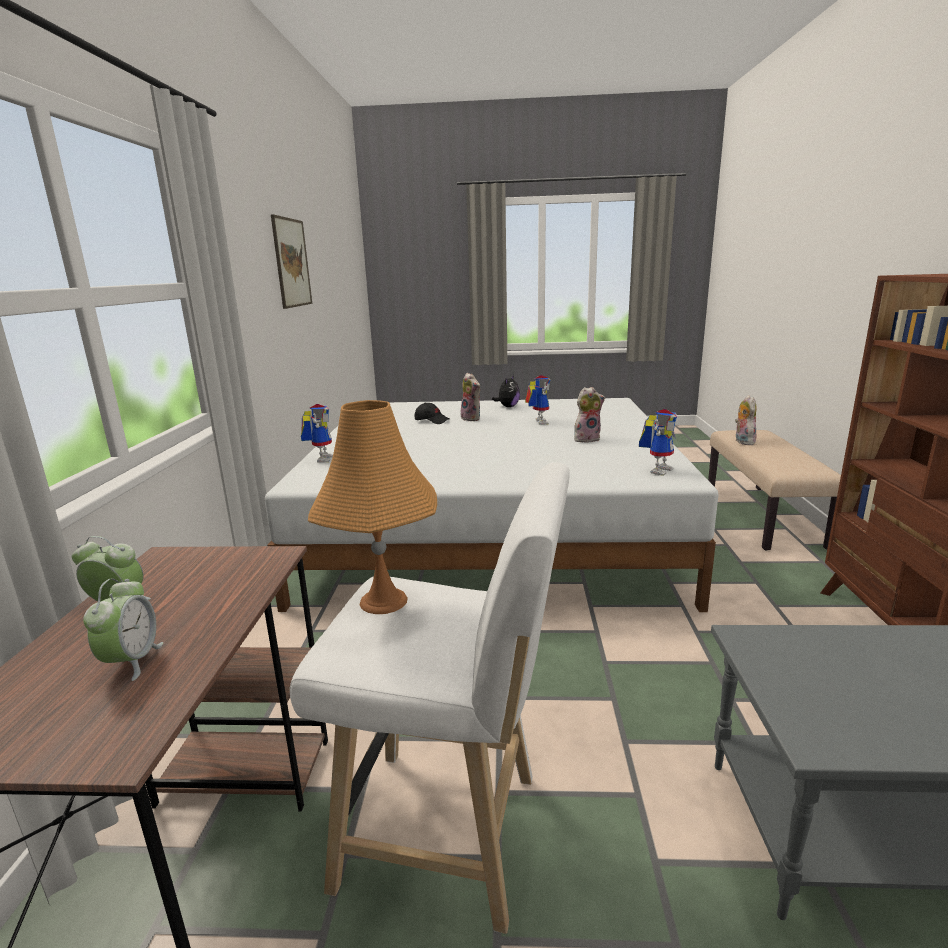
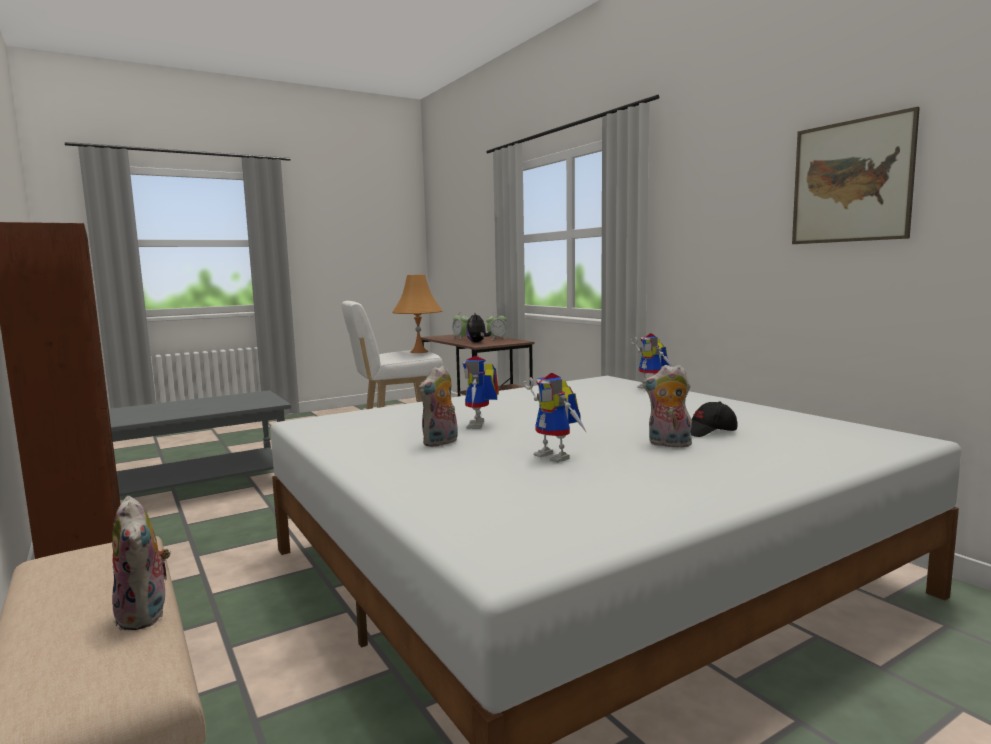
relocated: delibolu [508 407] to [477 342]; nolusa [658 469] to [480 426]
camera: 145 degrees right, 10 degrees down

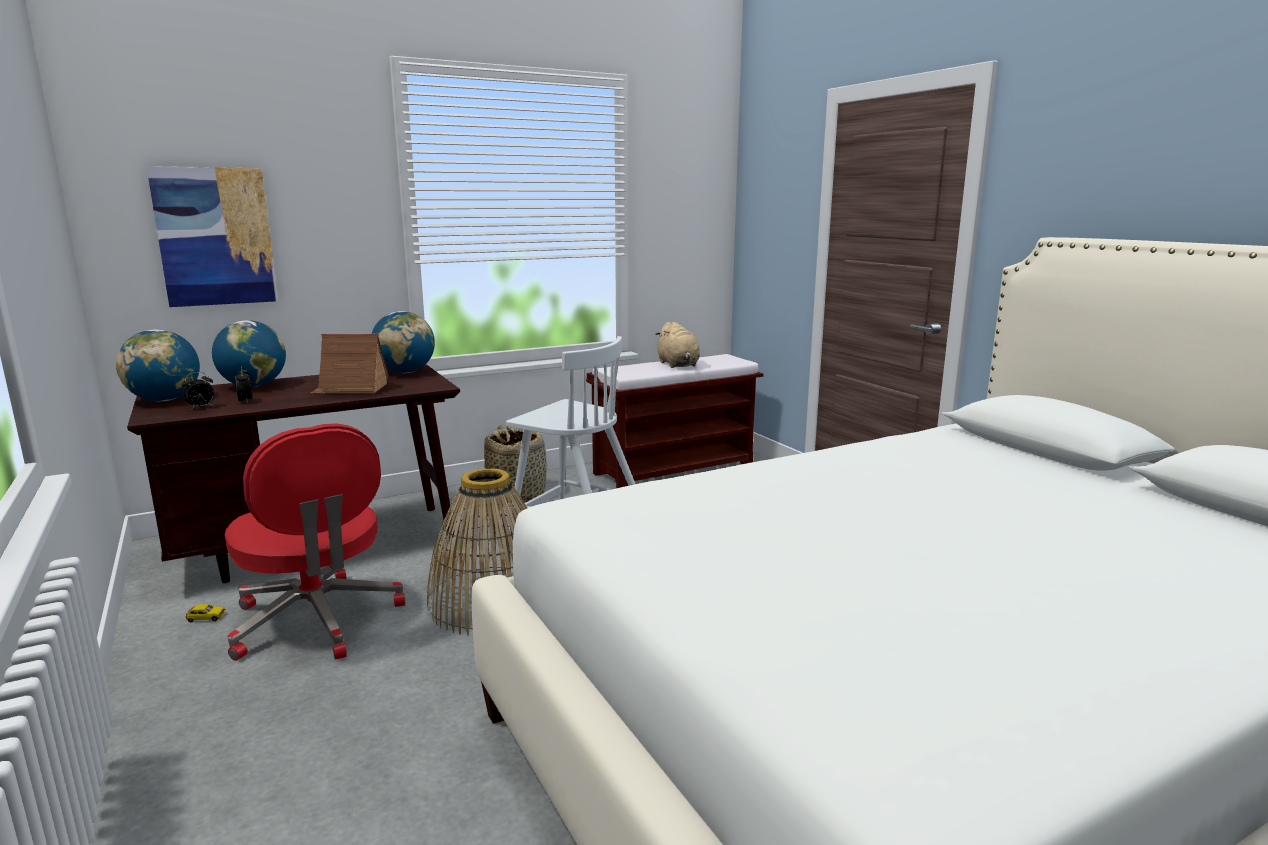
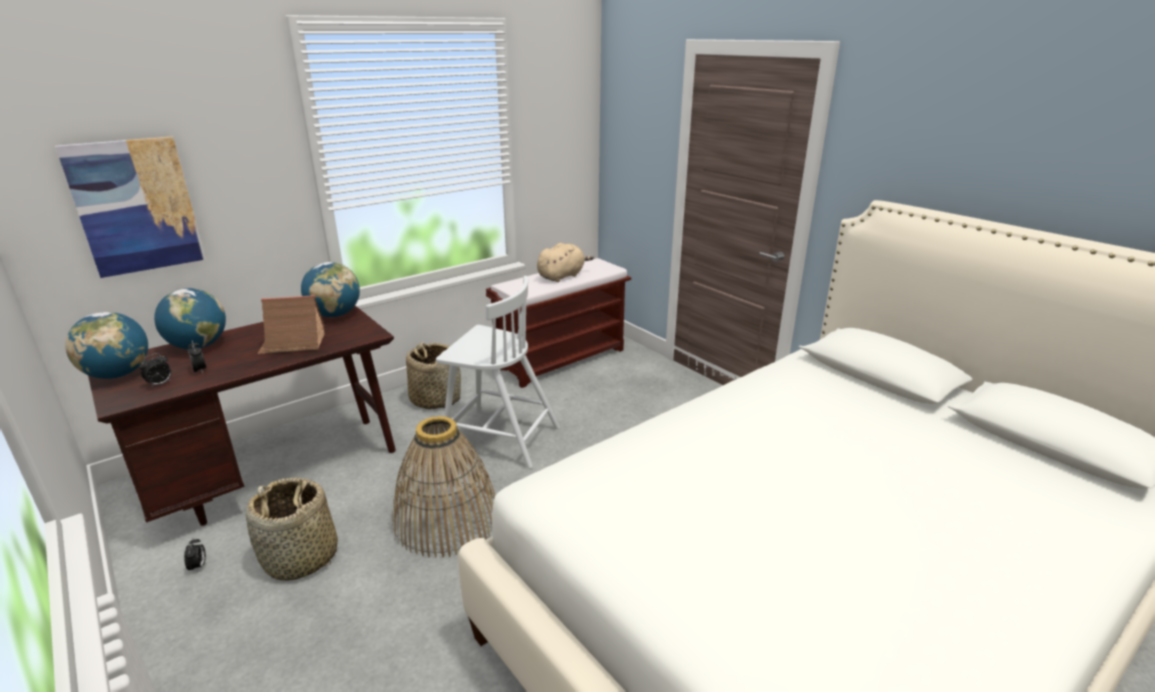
exchanged: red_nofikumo [317 621] to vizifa [301 558]; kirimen [206 617] to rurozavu [198 566]
spun: beige_delibolu [678 365] = [562 276] 105 degrees counterclockwise
camera: 10 degrees left, 10 degrees up

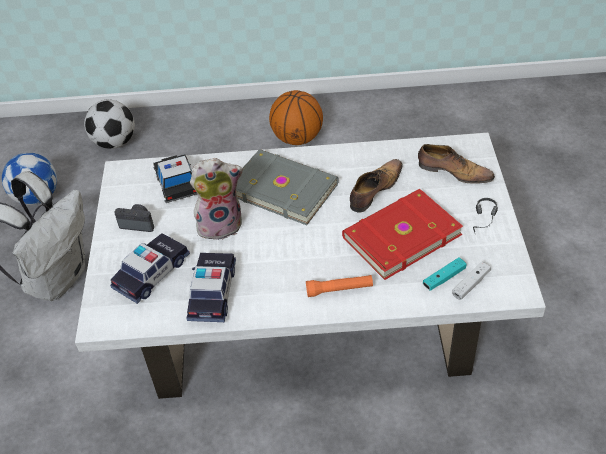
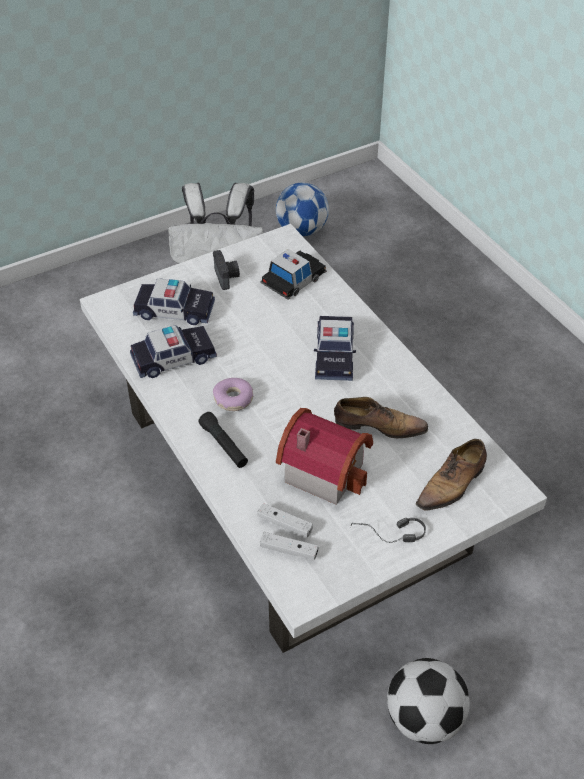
missing: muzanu [297 138]; delibolu [221 224]
appeared: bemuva [233 399]
relocated: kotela [115 142] to [424 718]
exchanged: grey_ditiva [283 188] to kirimen [334 355]; red_ditiva [400 235] to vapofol [324 468]
colour: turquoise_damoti [444 278] to white_damoti [285 524]; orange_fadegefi [339 290] to black_fadegefi [224 445]
spun: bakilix [453 172] = [452 484] 45 degrees clockwise
camera: 60 degrees right, 0 degrees up

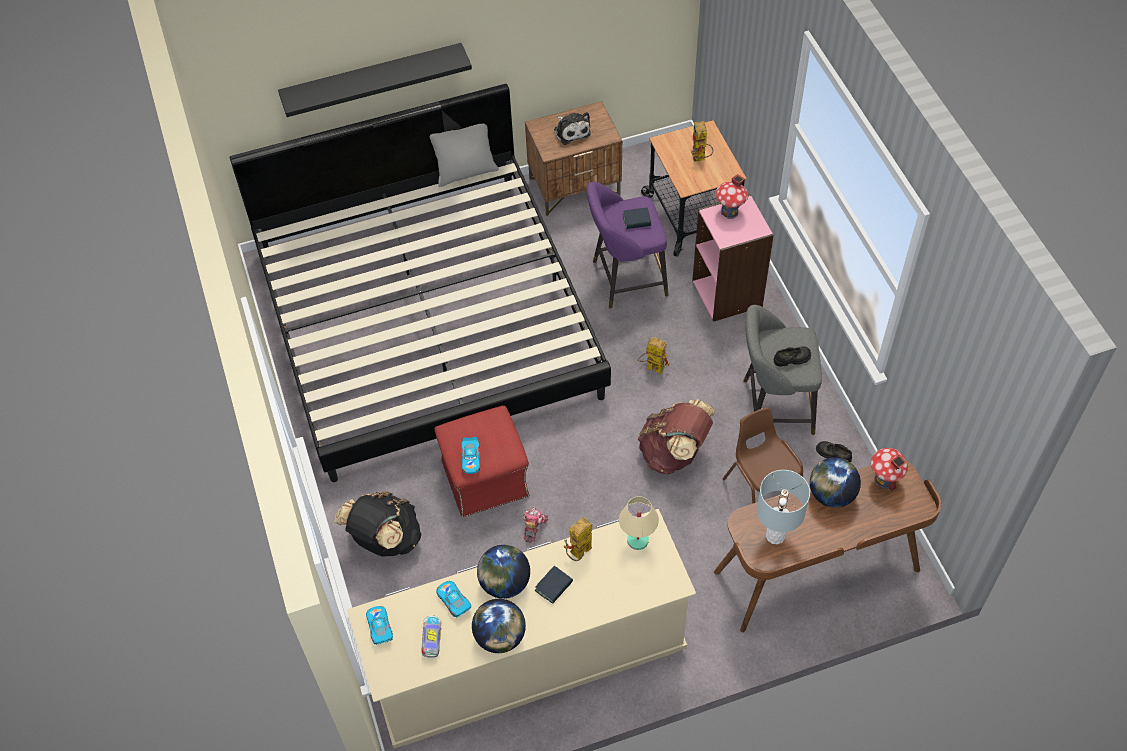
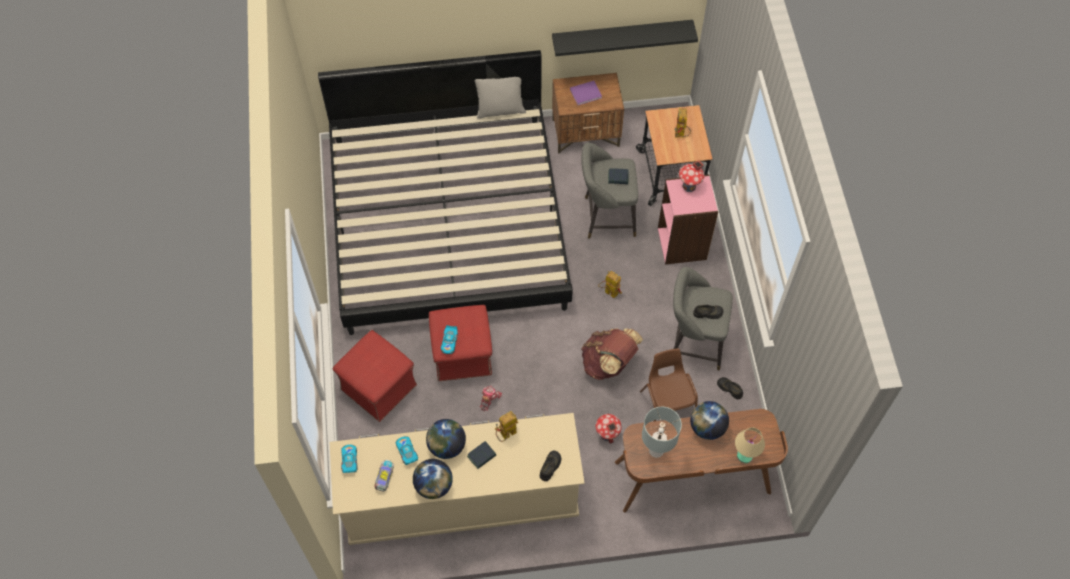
appeared: black_bakilix [550 467]
relocated: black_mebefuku [373 78] to [622 35]; vapofol [884 480] to [607 435]; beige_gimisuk [637 540] to [744 455]
exchanged: delibolu [571 131] to purple_ditiva [586 93]; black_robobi [385 540] to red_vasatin [378 387]
colour: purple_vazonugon [625 279] to grey_vazonugon [606 217]
camera: 10 degrees right, 5 degrees up

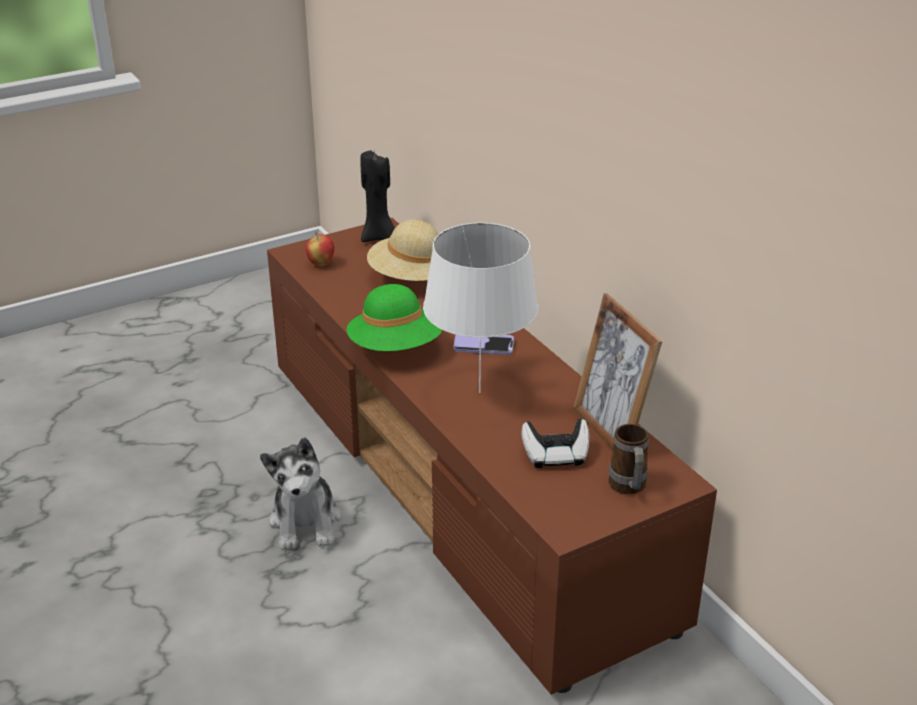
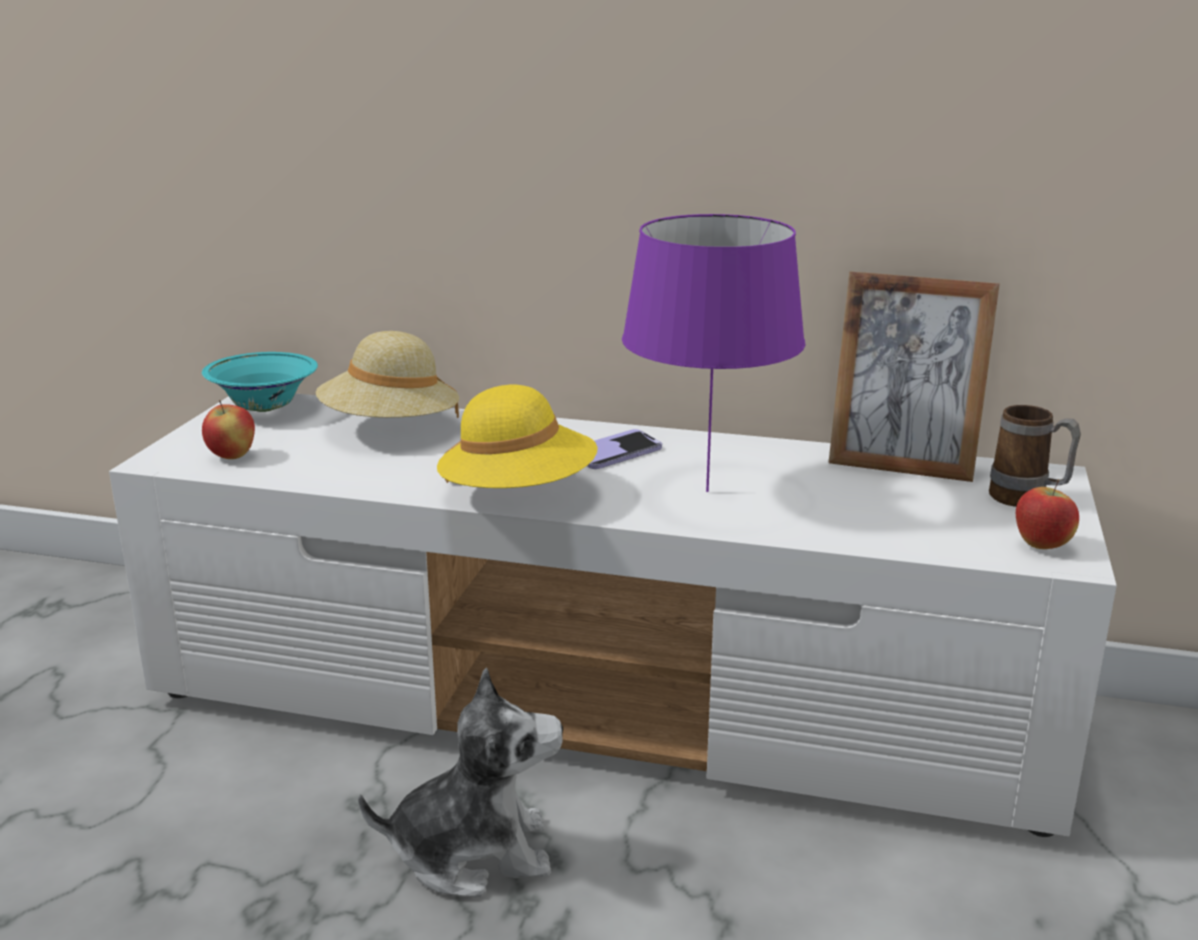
missing: damoti [555 456]
appeared: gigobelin [1041 546]
exchanged: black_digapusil [379 237] to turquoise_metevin [264 409]
colour: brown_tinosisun [461 488] to white_tinosisun [605 701]; white_gimisuk [479 393] to purple_gimisuk [709 492]; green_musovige [395 348] to yellow_musovige [519 494]
spun: delibolu [306 522] = [473 853] 45 degrees counterclockwise
camera: 45 degrees left, 10 degrees down

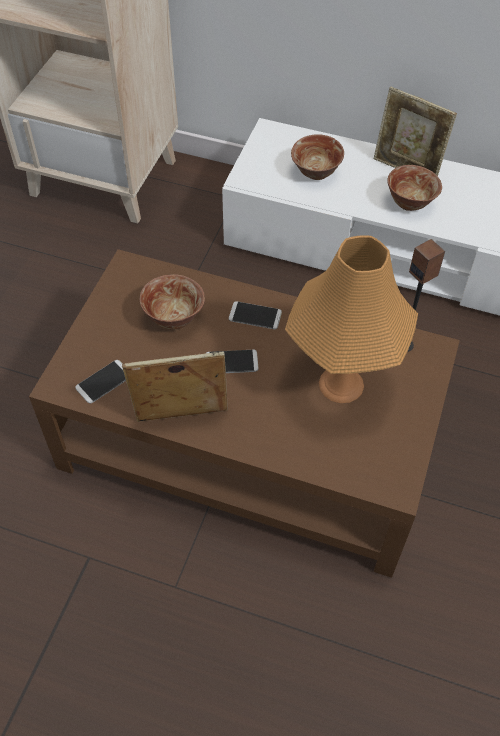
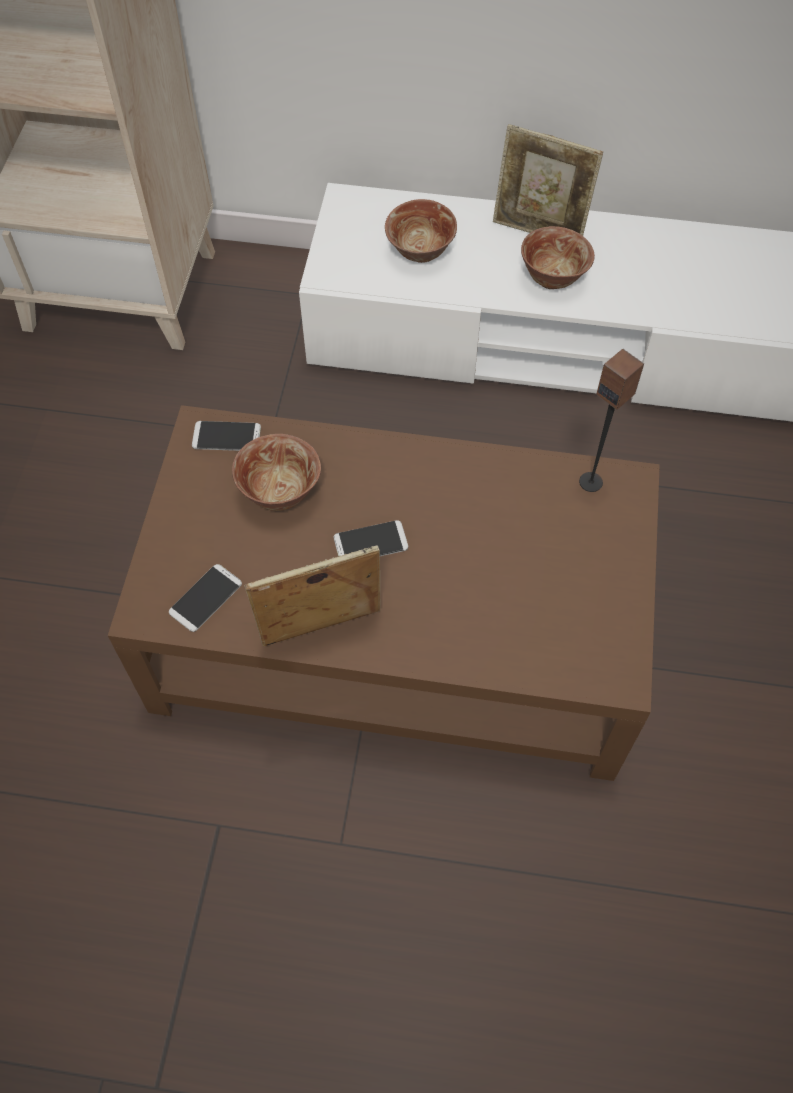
missing: orange_gimisuk [340 384]
relocated: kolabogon [255 316] to [226 437]
camera: 10 degrees left, 5 degrees up

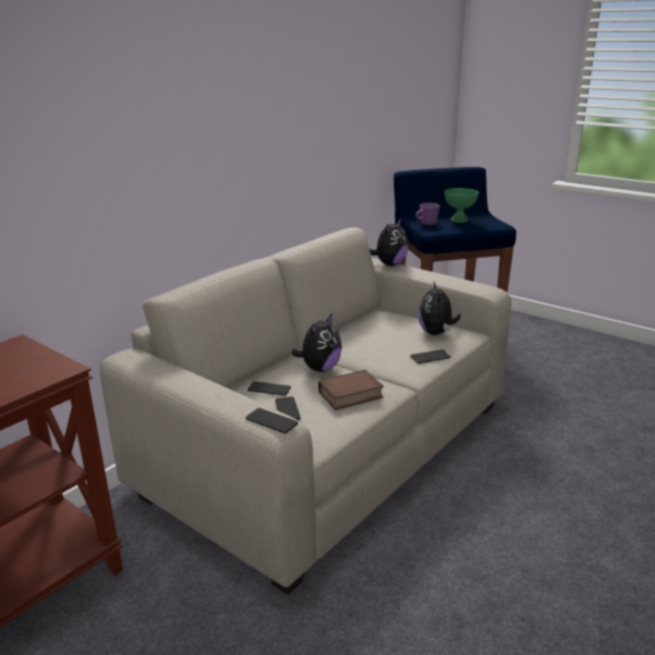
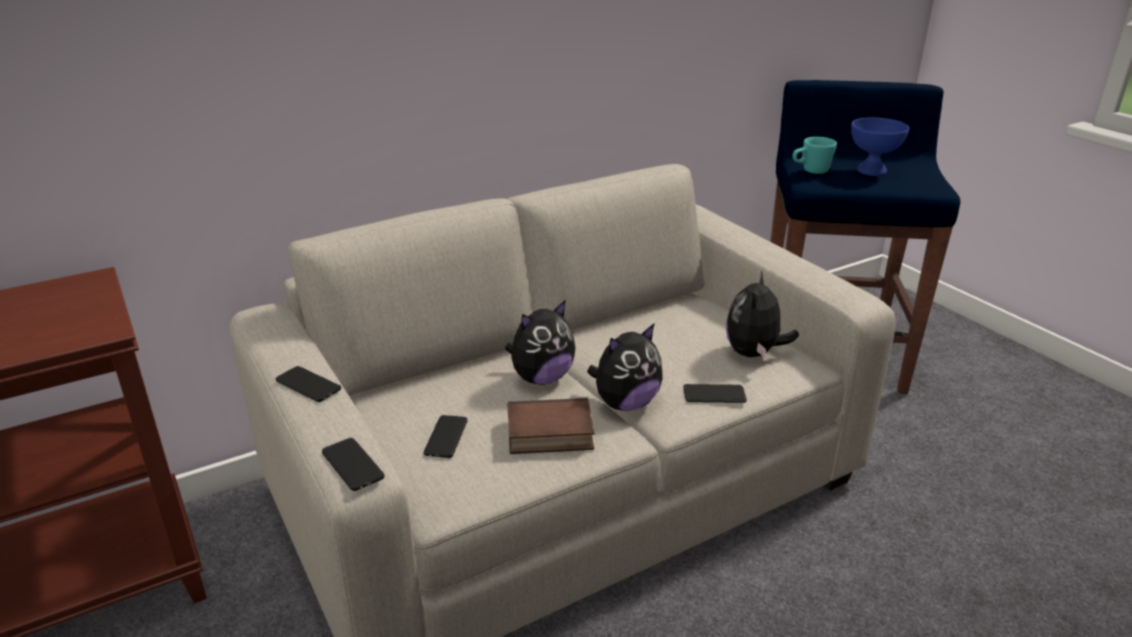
relocated: delibolu [389 264] to [625 403]; kolabogon [269 389] to [308 385]
colour: green_metevin [460 220] to blue_metevin [872 171]; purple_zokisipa [425 224] to turquoise_zokisipa [810 171]
camera: 20 degrees right, 5 degrees up

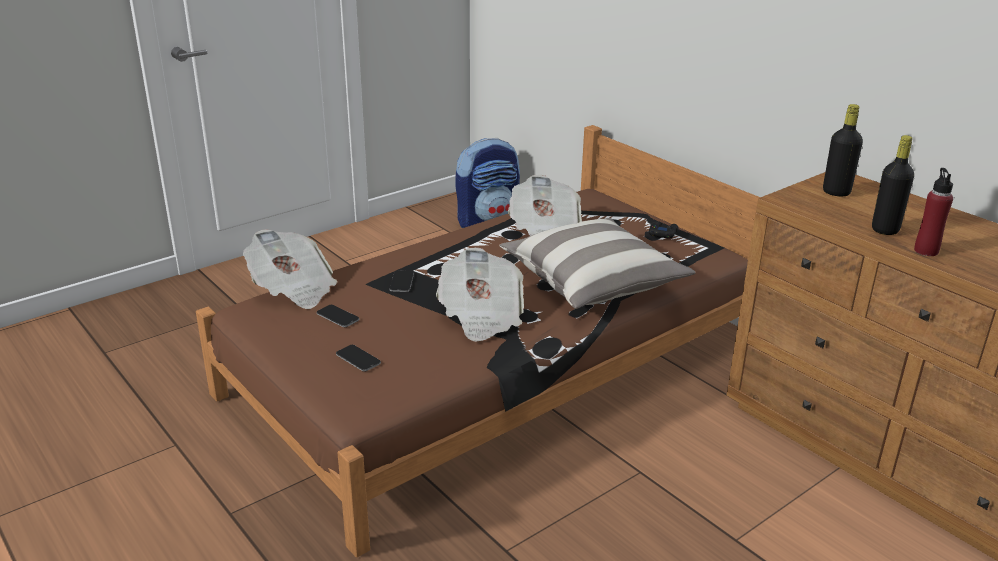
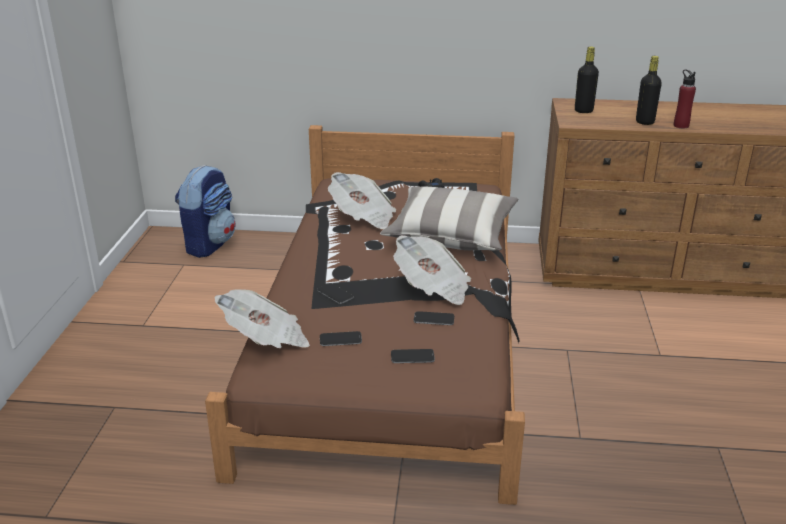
appeared: kolabogon [434 319]
camera: 45 degrees left, 0 degrees up

